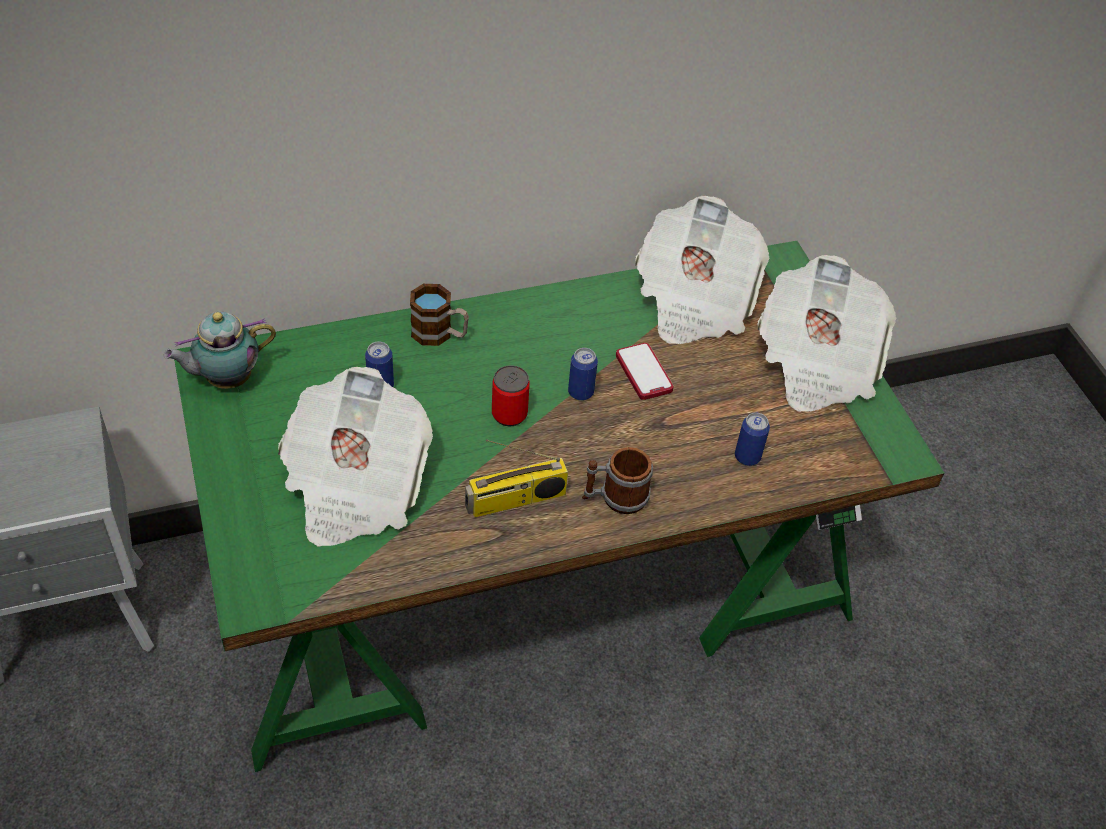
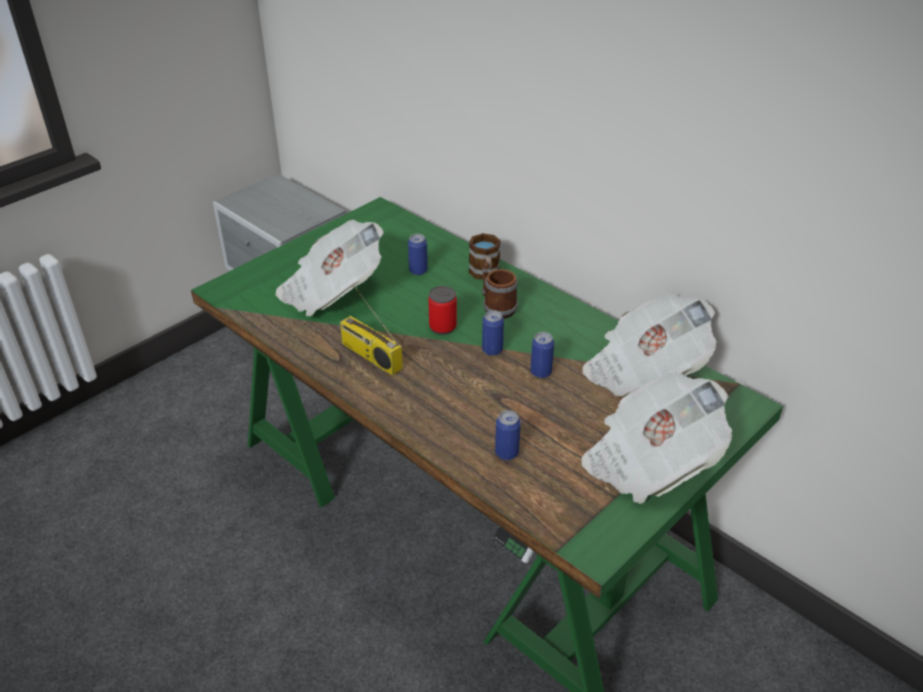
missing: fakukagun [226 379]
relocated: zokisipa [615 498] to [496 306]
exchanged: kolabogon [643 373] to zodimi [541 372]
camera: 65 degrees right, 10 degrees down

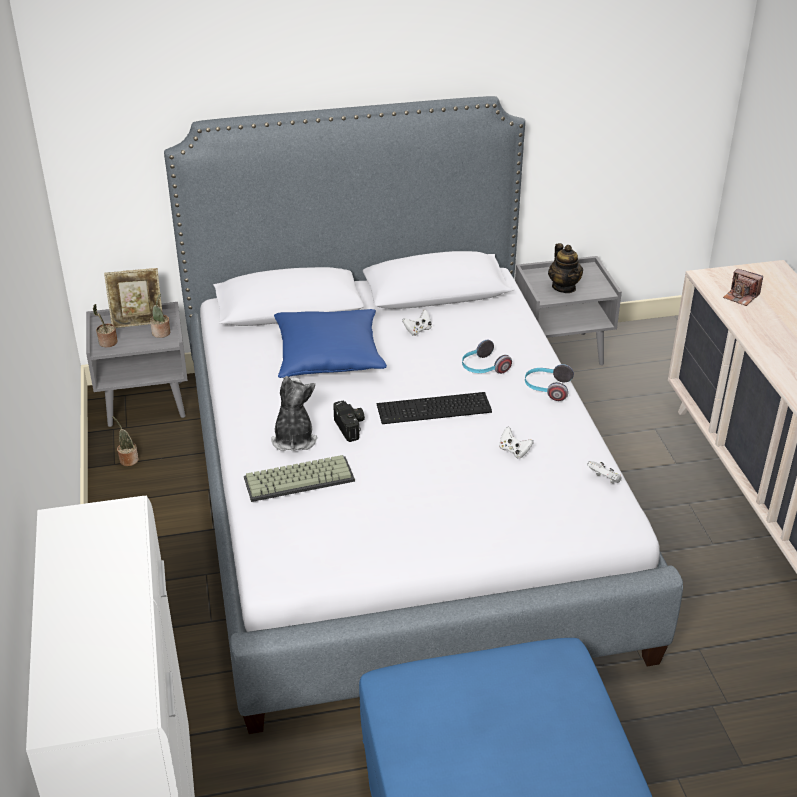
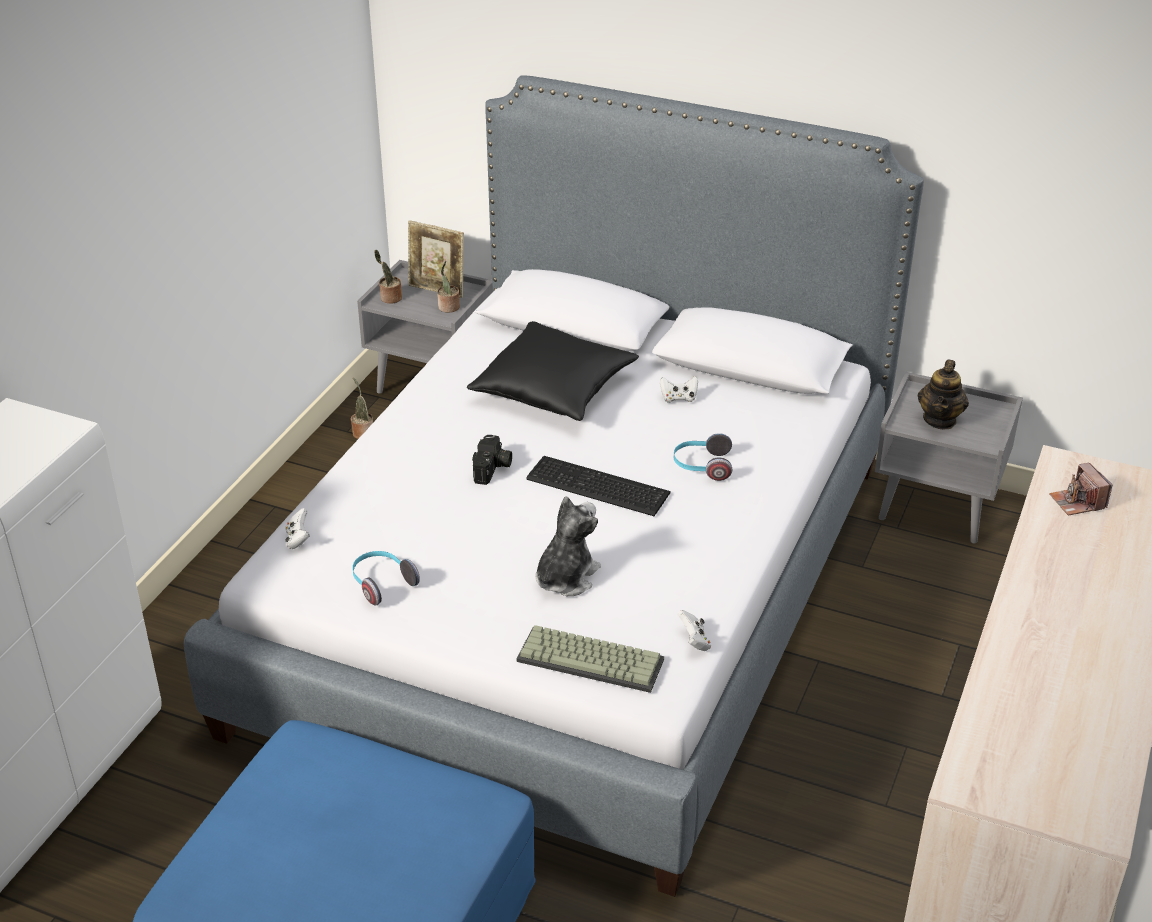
relocated: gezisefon [547 388] to [382 583]; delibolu [294 439] to [565 577]; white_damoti [514 451] to [298 539]; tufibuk [300 478] to [592 659]
colour: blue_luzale [329 357] to black_luzale [554 389]
camera: 35 degrees right, 0 degrees up

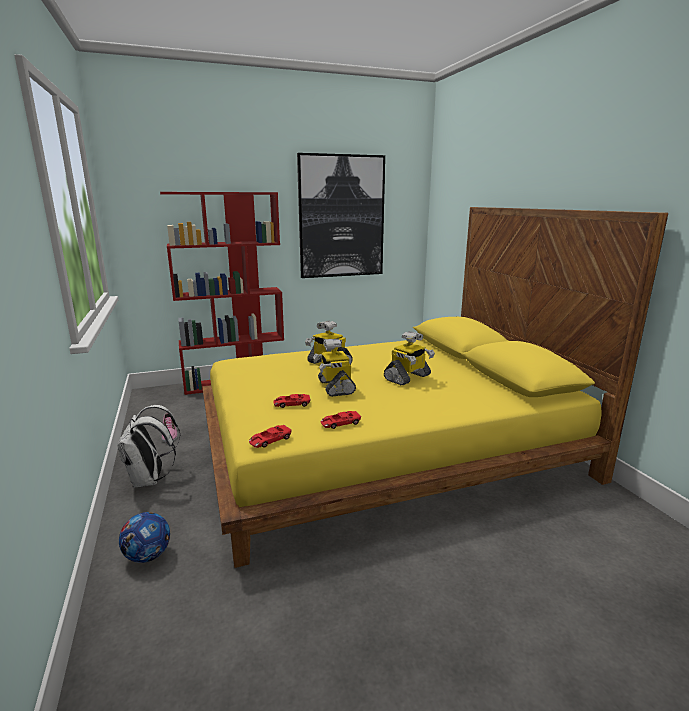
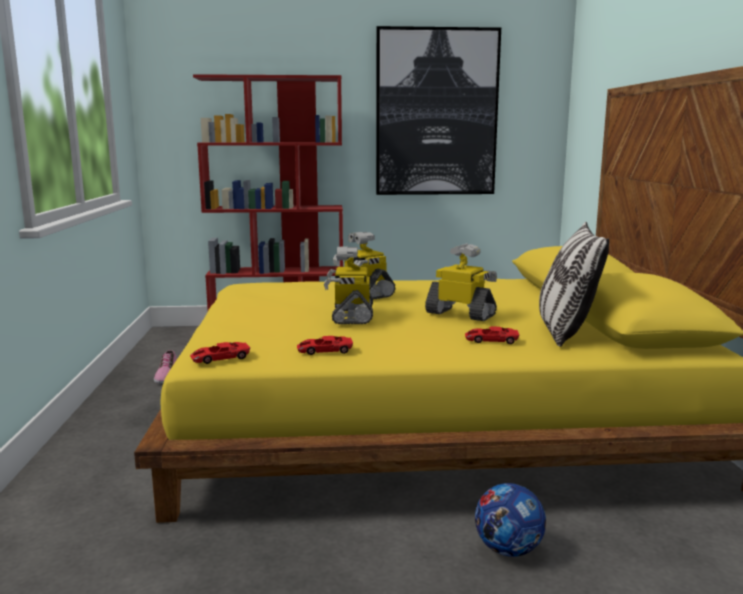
missing: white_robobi [150 480]
appeared: luzale [564 332]
relocated: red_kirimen [291 404] to [491 340]; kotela [148 556] to [508 549]
spun: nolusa [408 378] = [461 314] 120 degrees counterclockwise
camera: 15 degrees right, 5 degrees down

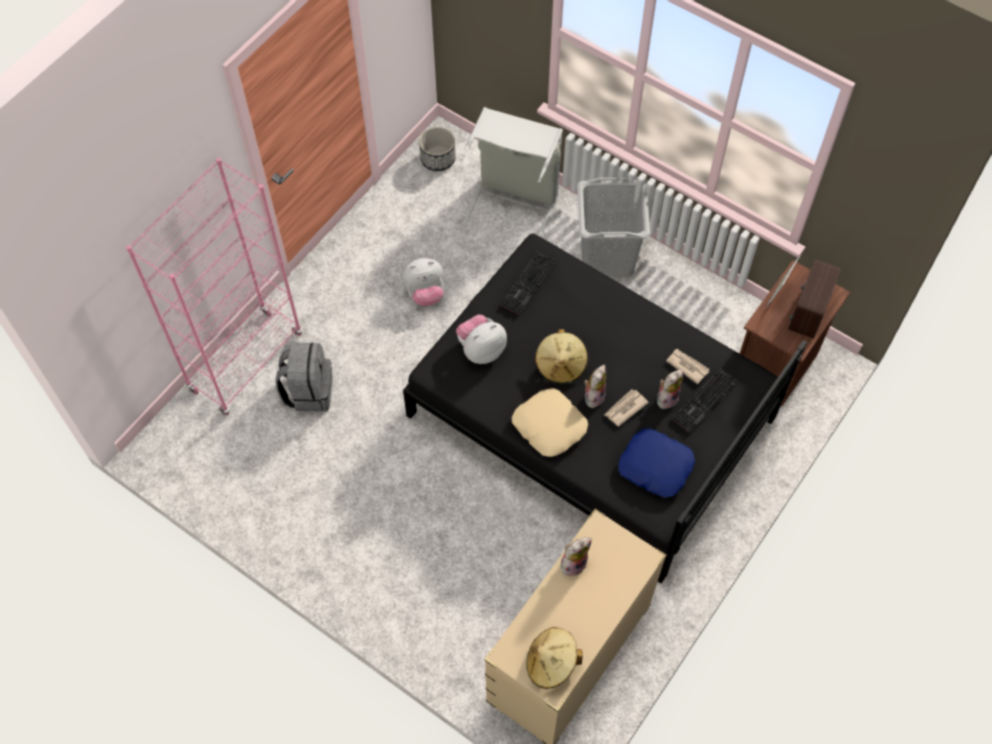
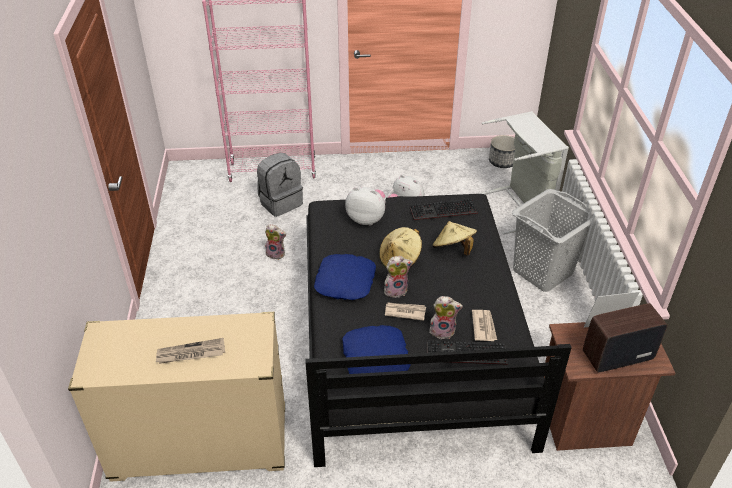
appeared: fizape [190 353]
relocated: delibolu [573 562] to [276 253]; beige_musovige [551 663] to [453 249]
colour: beige_luzale [549 426] to blue_luzale [344 282]
camera: 50 degrees right, 20 degrees down

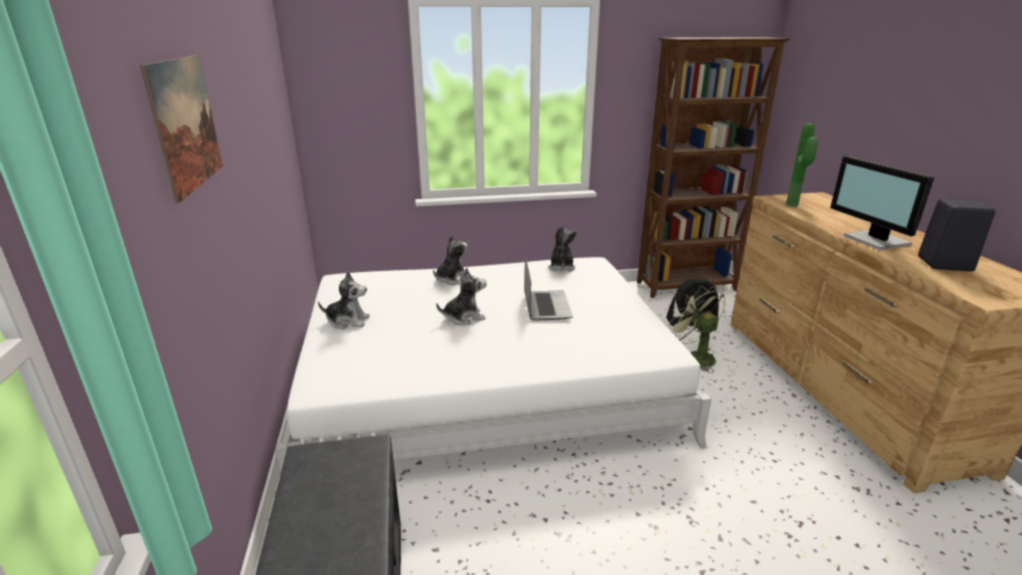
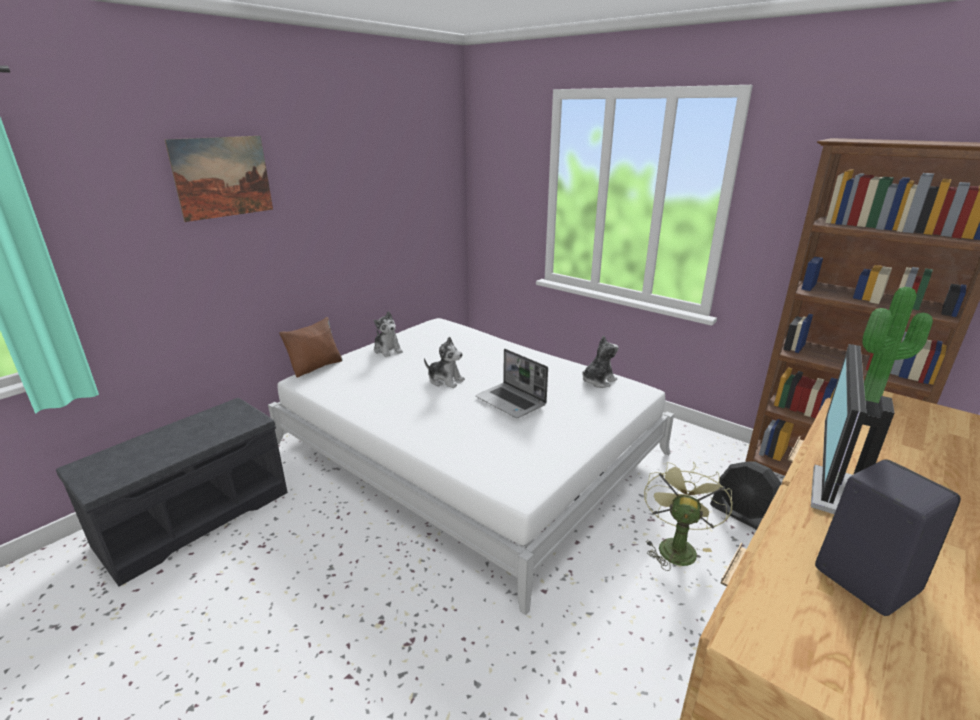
missing: delibolu [451 279]
appeared: brown_luzale [316 367]
spun: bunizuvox [546 306] = [511 401] 90 degrees clockwise
camera: 50 degrees right, 0 degrees up

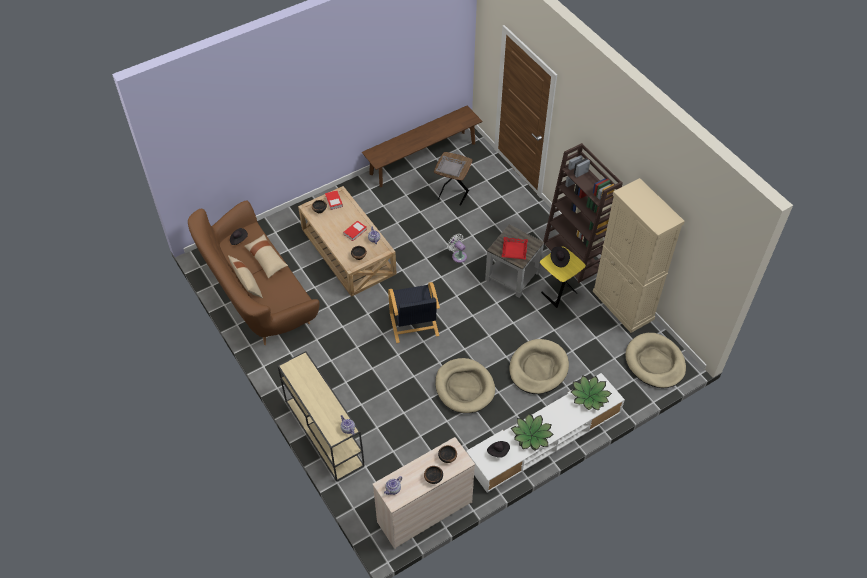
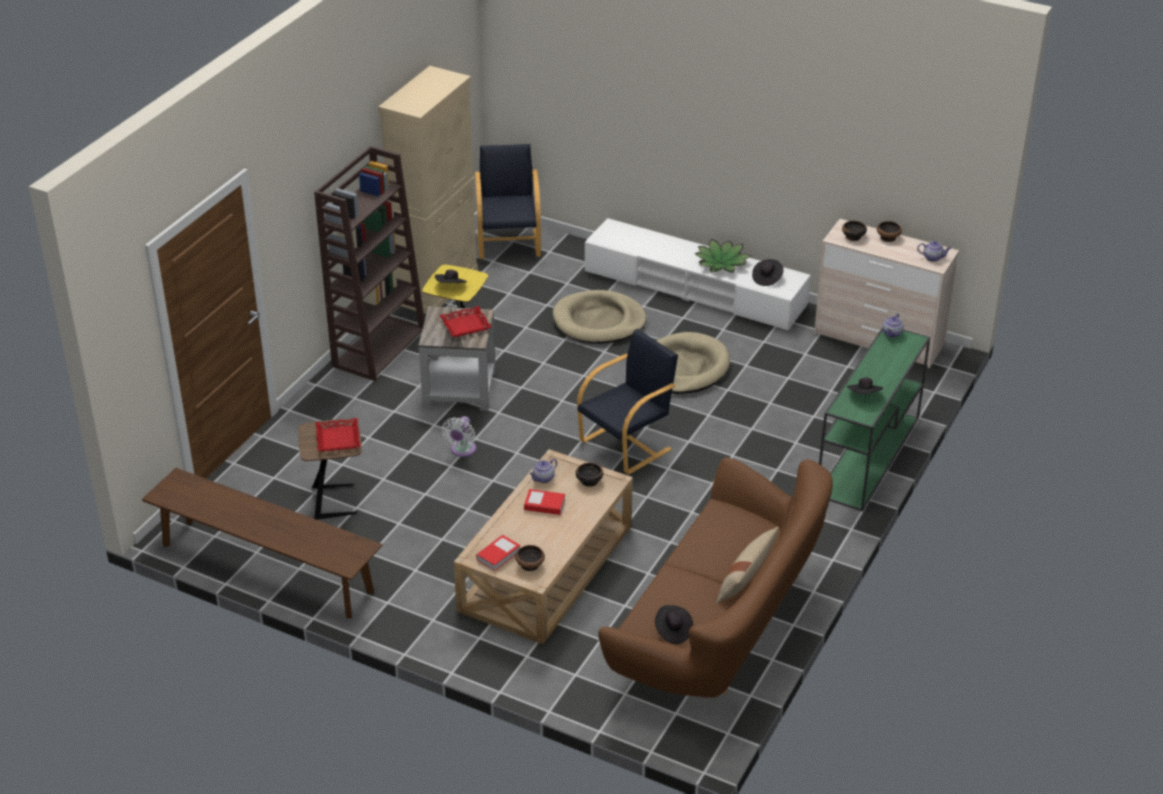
missing: beige_luzale [266 259]; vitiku [589 396]
appeared: black_musovige [864 395]
exchanged: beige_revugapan [655 362] to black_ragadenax [509 243]
colour: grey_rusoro [450 168] to red_rusoro [337 438]; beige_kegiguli [323 432] to green_kegiguli [868 457]
camera: 120 degrees left, 15 degrees down

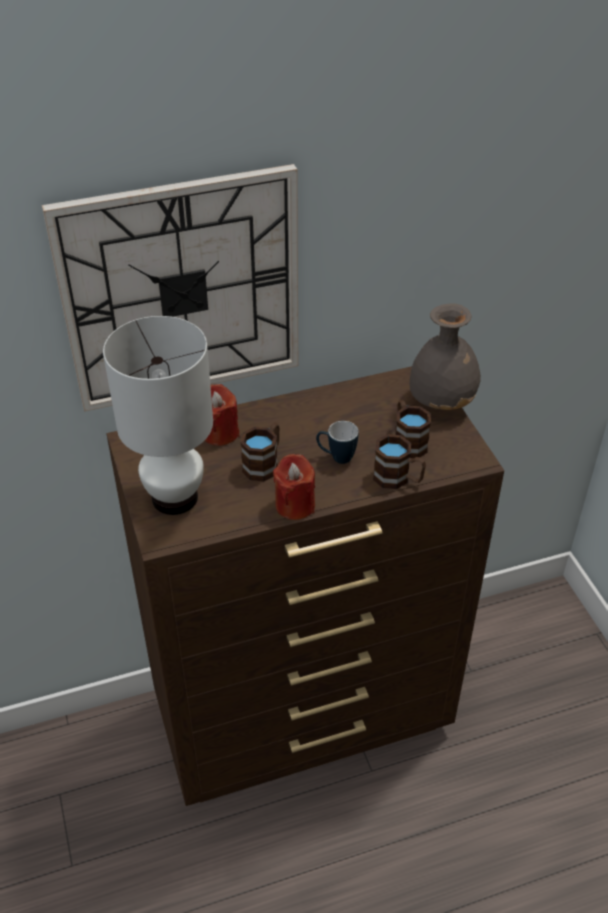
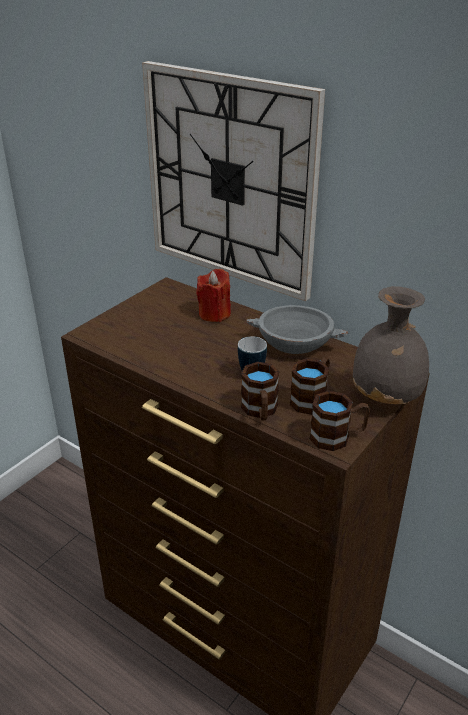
missing: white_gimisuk [175 497]; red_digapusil [295 505]
appeared: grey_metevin [294 344]
relocated: brown_zokisipa [264 463] to [337 437]
camera: 55 degrees right, 10 degrees down

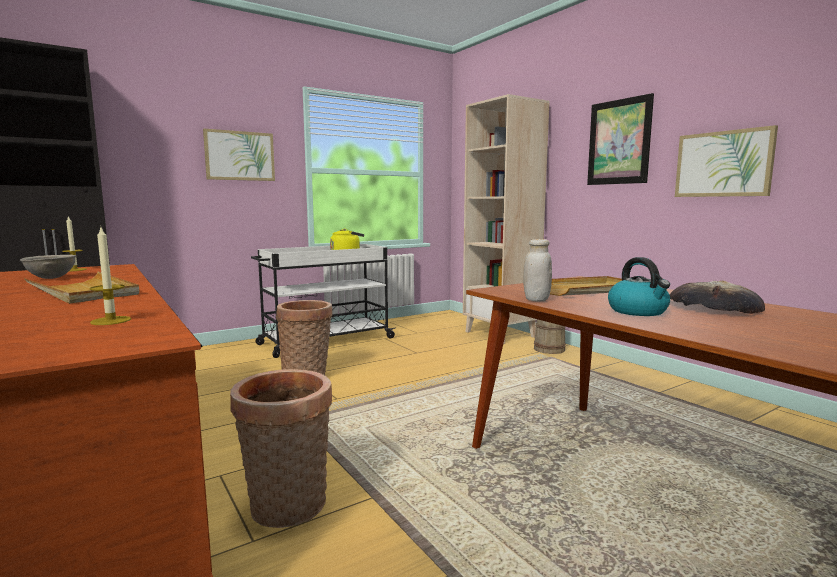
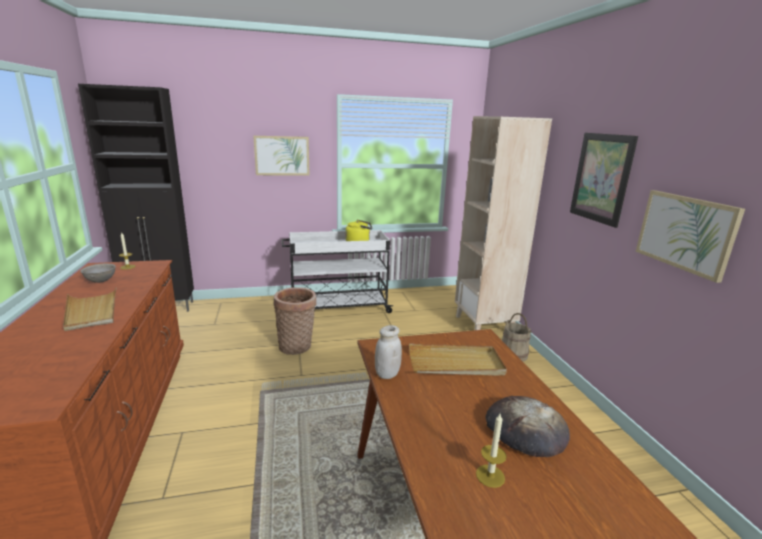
missing: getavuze [638 311]; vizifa [288 509]
relocated: digapusil [111 321] to [490 476]
camera: 20 degrees right, 10 degrees up

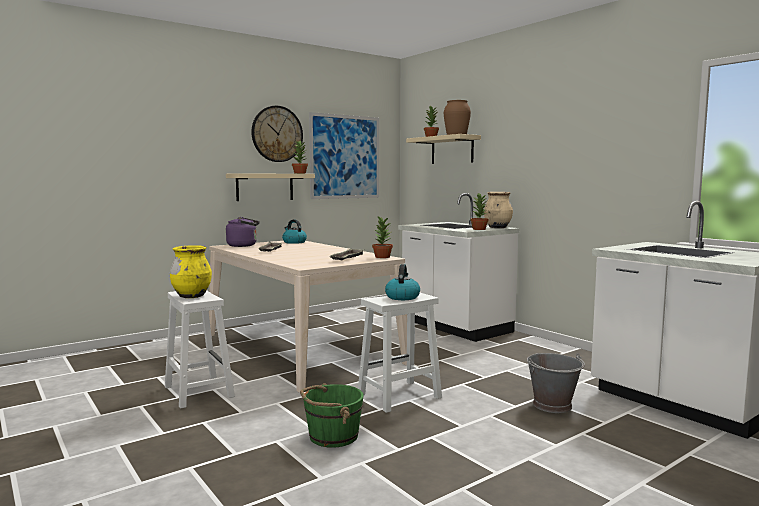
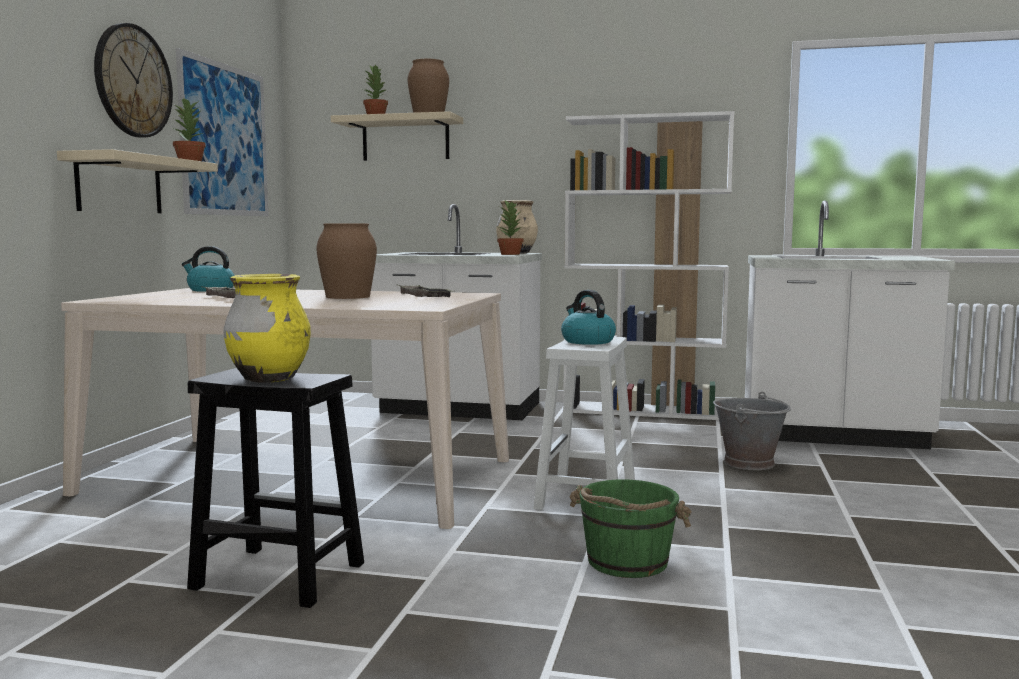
missing: vitiku [382 257]; purple_getavuze [244 245]
appeared: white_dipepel [644 411]; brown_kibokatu [347 297]
colour: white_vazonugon [198 391] to black_vazonugon [276 576]
camera: 40 degrees left, 0 degrees up

